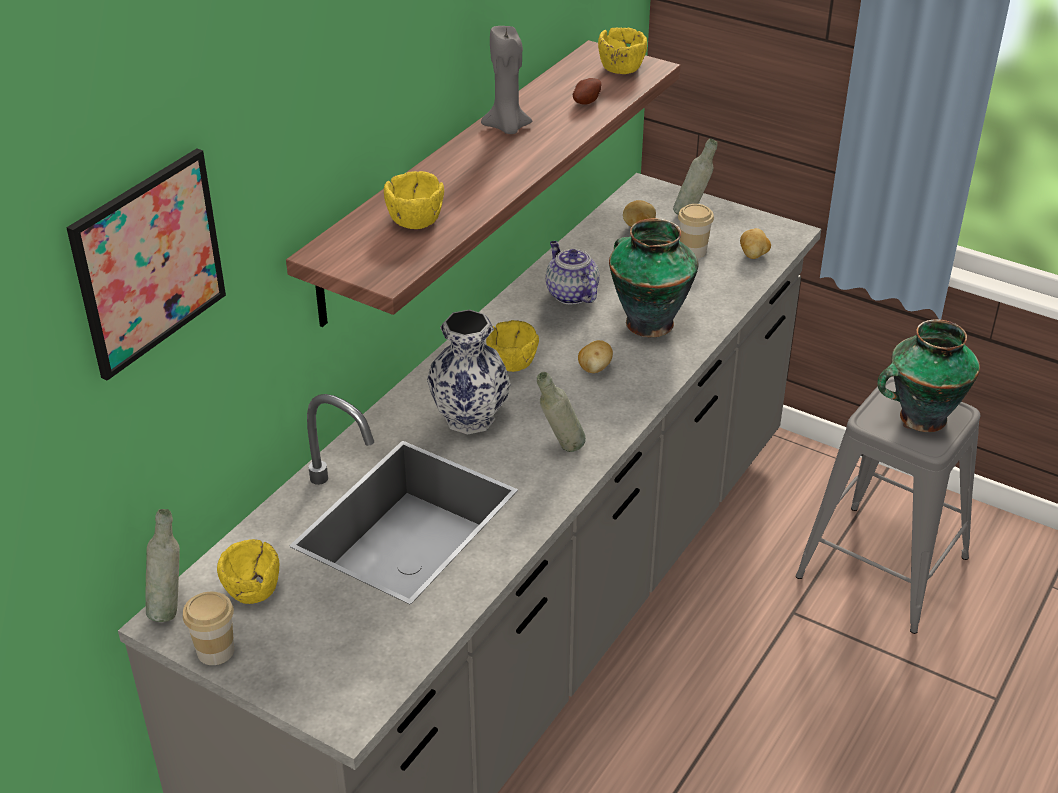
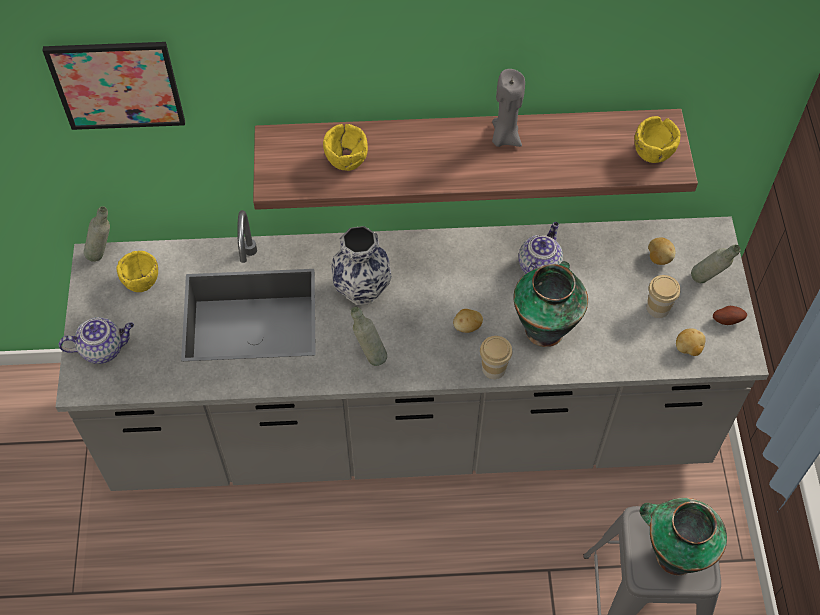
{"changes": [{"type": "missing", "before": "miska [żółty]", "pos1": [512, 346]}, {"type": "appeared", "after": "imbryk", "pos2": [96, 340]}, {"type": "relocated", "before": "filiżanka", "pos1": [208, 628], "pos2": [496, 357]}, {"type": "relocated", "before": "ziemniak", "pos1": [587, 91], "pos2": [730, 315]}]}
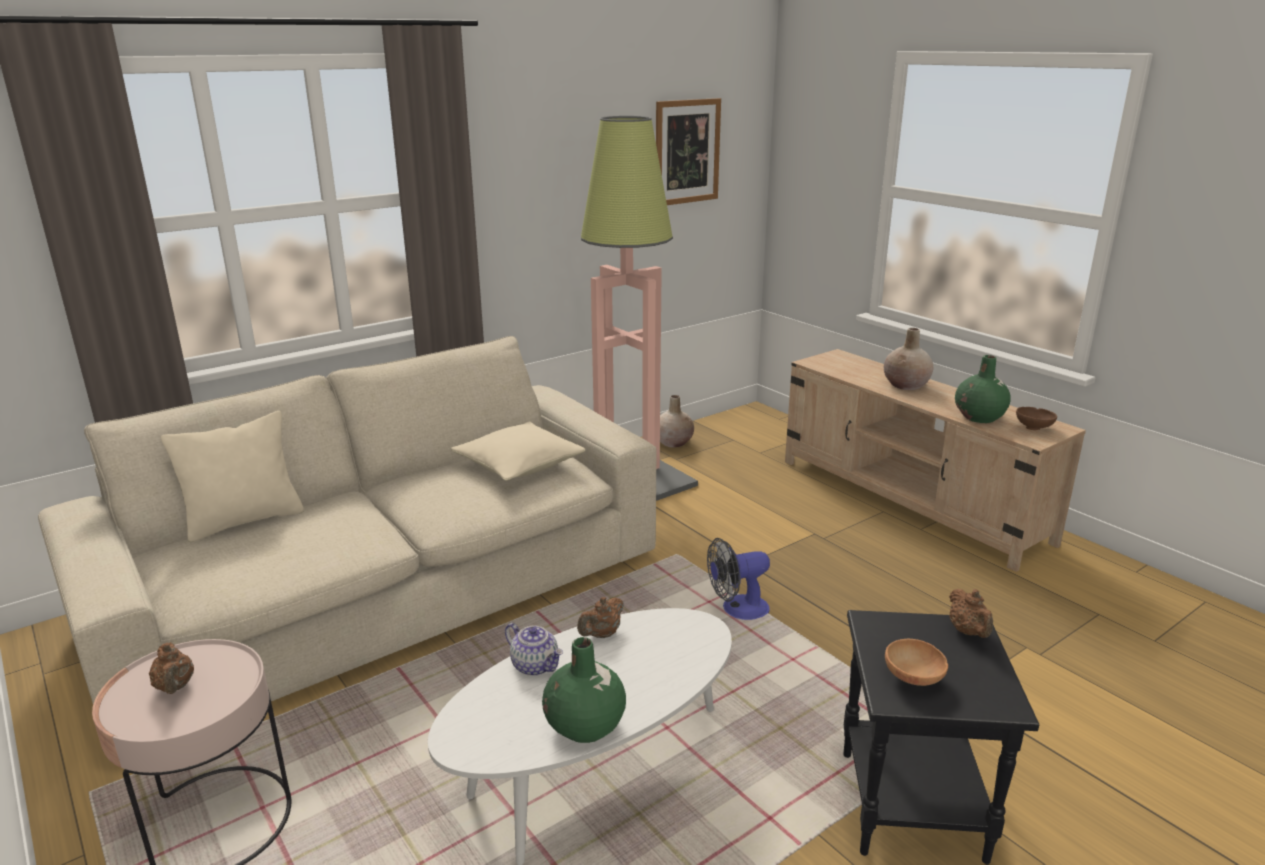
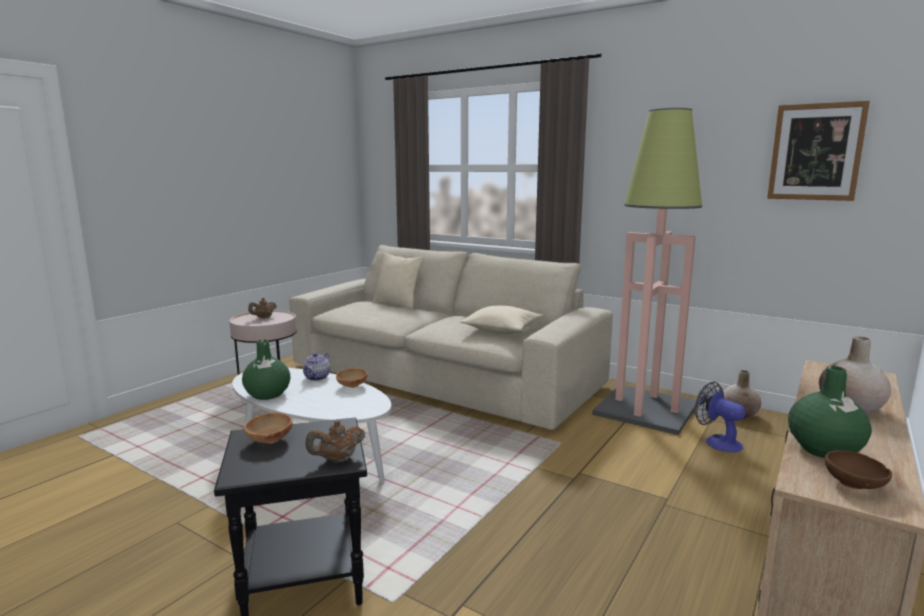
{"changes": [{"type": "relocated", "before": "wentylator", "pos1": [738, 579], "pos2": [720, 417]}, {"type": "exchanged", "before": "imbryk [brązowy]", "after": "miska [brązowy]", "pos1": [600, 617], "pos2": [352, 378]}]}
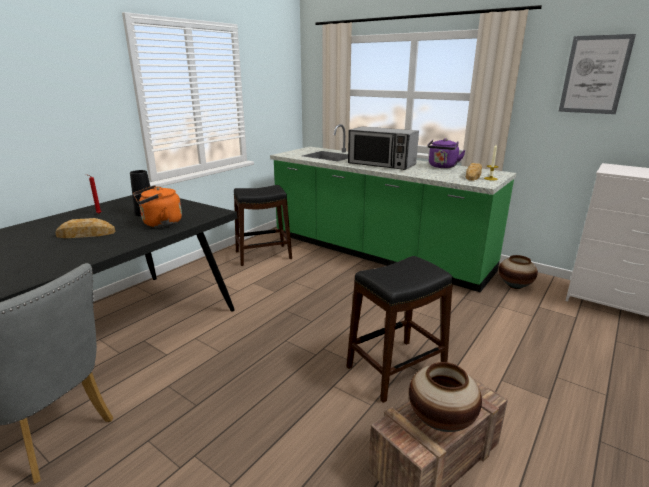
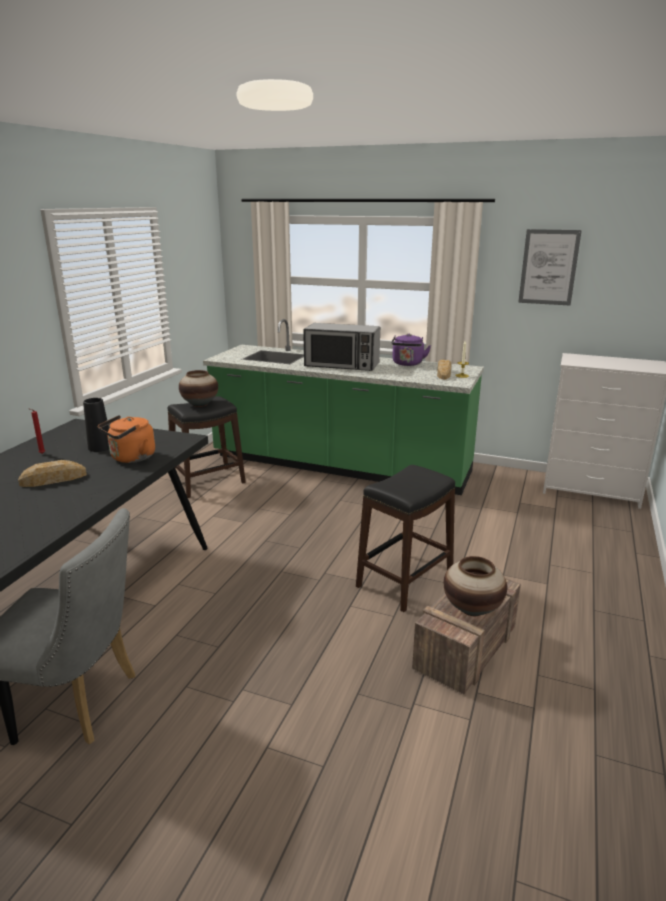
{"changes": [{"type": "relocated", "before": "wazon", "pos1": [518, 272], "pos2": [198, 388]}]}
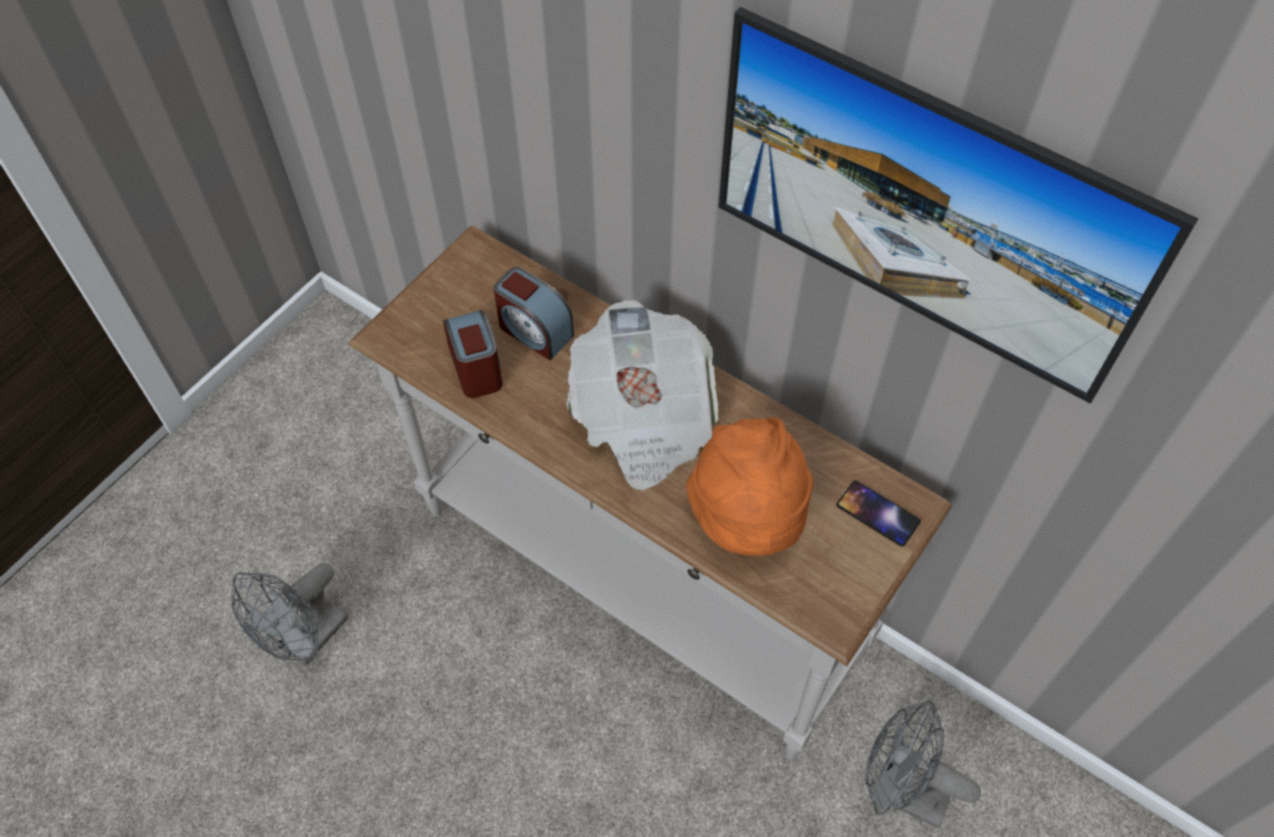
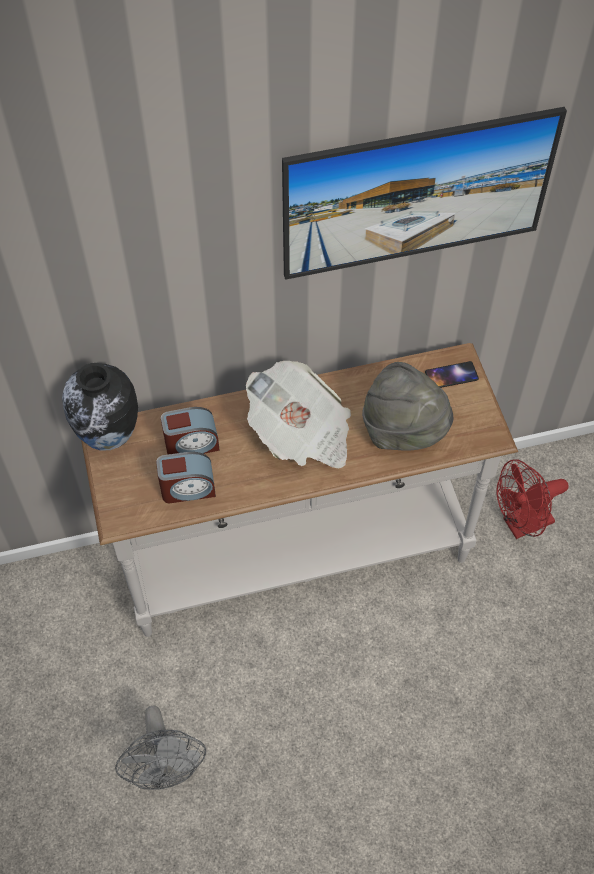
{"changes": [{"type": "appeared", "after": "wazon", "pos2": [100, 406]}, {"type": "colour", "before": "kapelusz [pomarańczowy]", "after": "kapelusz [szary]", "pos1": [749, 486], "pos2": [408, 406]}, {"type": "colour", "before": "wentylator [szary]", "after": "wentylator [czerwony]", "pos1": [923, 764], "pos2": [532, 499]}, {"type": "spun", "before": "budzik", "pos1": [473, 354], "pos2": [186, 477], "turn": 150}]}
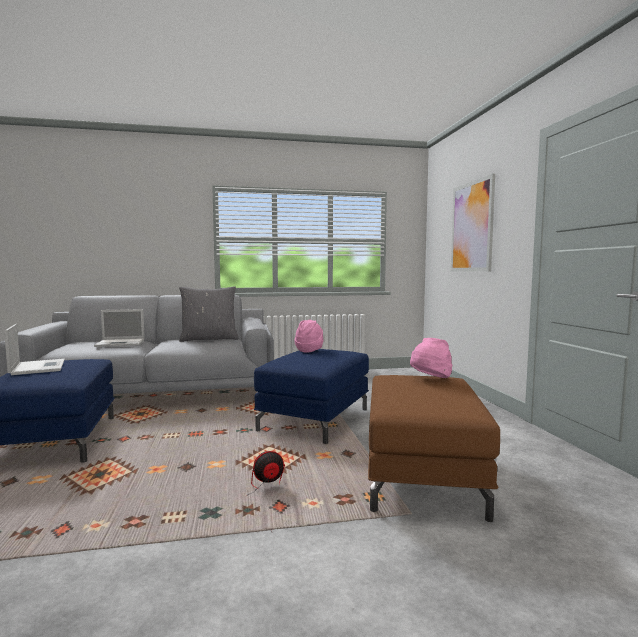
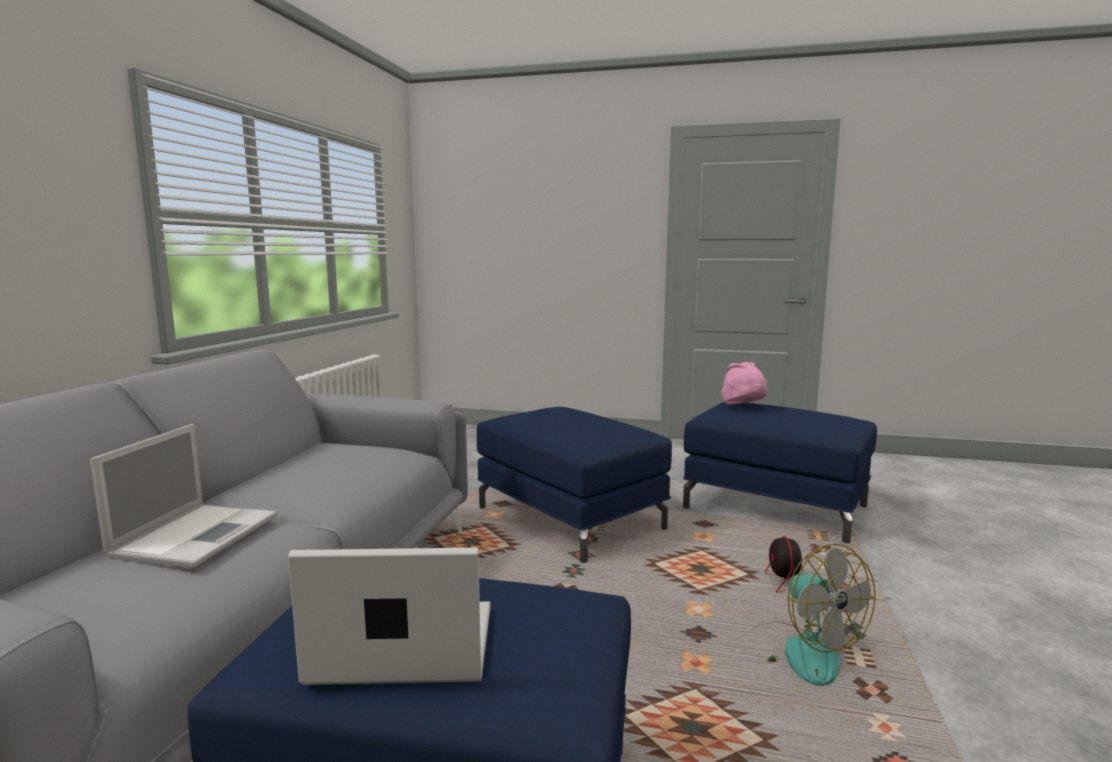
{"changes": [{"type": "missing", "before": "poduszka [szary]", "pos1": [209, 314]}, {"type": "missing", "before": "kapelusz [różowy]", "pos1": [308, 336]}, {"type": "missing", "before": "obraz", "pos1": [473, 223]}, {"type": "appeared", "after": "wentylator", "pos2": [816, 614]}, {"type": "colour", "before": "pufa [brązowy]", "after": "pufa [niebieski]", "pos1": [434, 448], "pos2": [780, 472]}]}
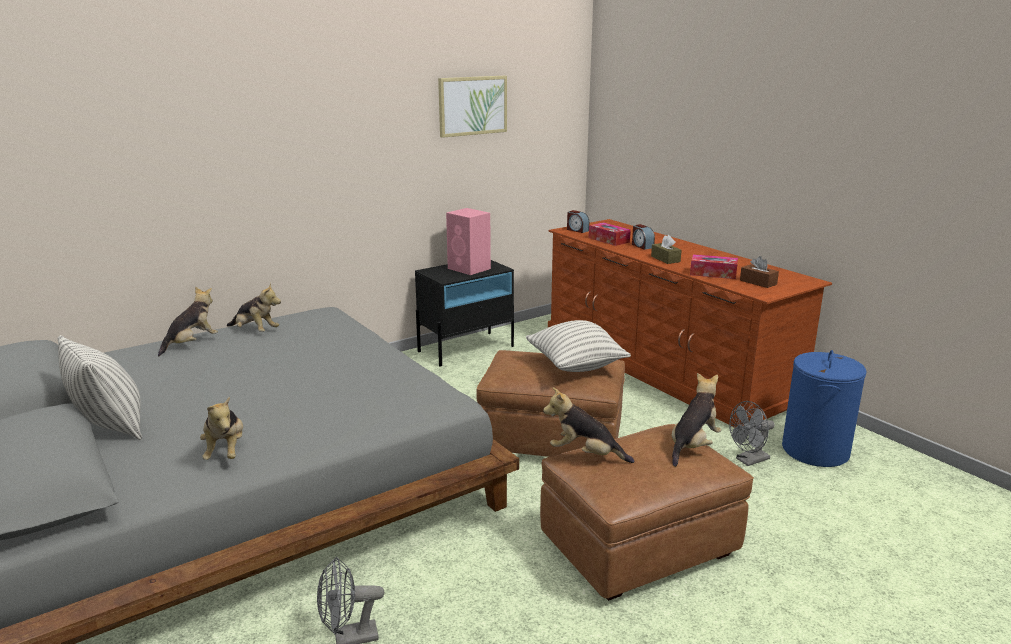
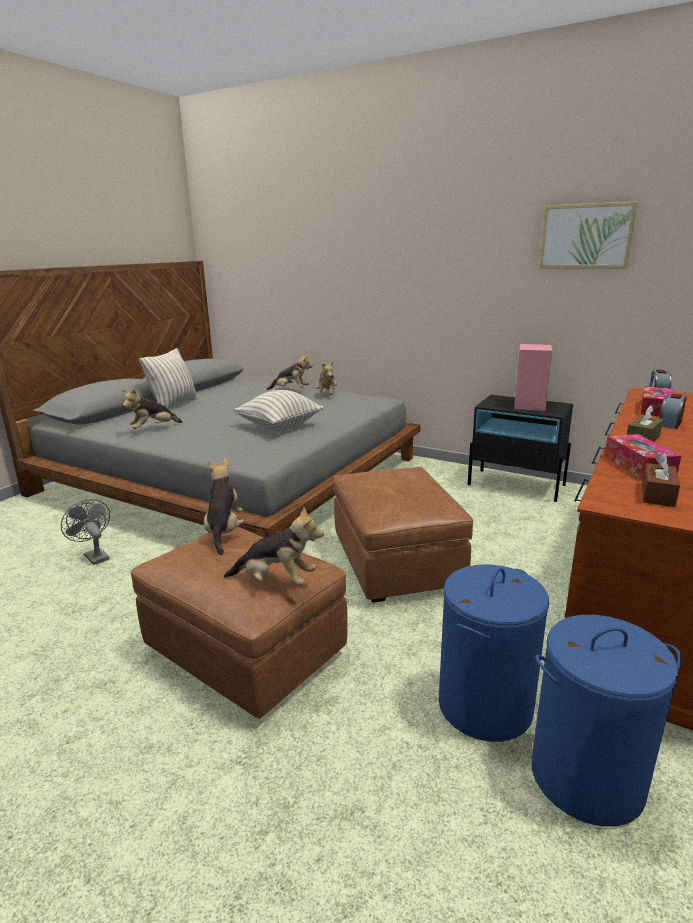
{"changes": [{"type": "relocated", "before": "poduszka", "pos1": [578, 346], "pos2": [278, 410]}, {"type": "exchanged", "before": "wentylator [szary]", "after": "kosz na pranie [niebieski]", "pos1": [752, 433], "pos2": [494, 653]}]}
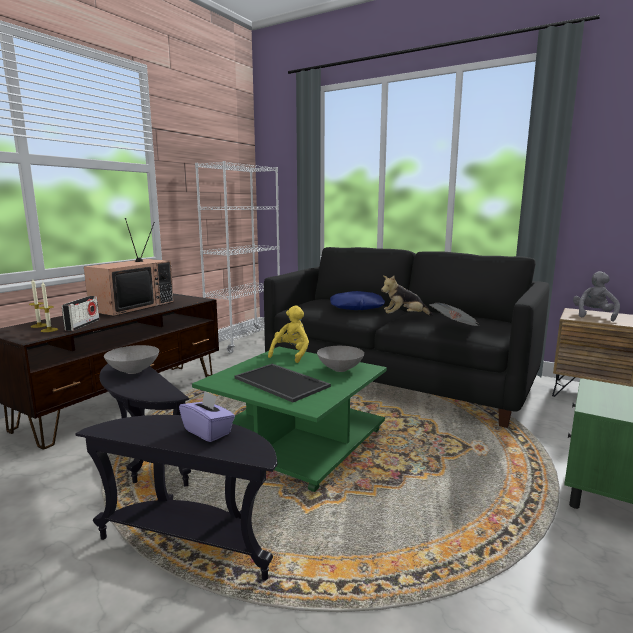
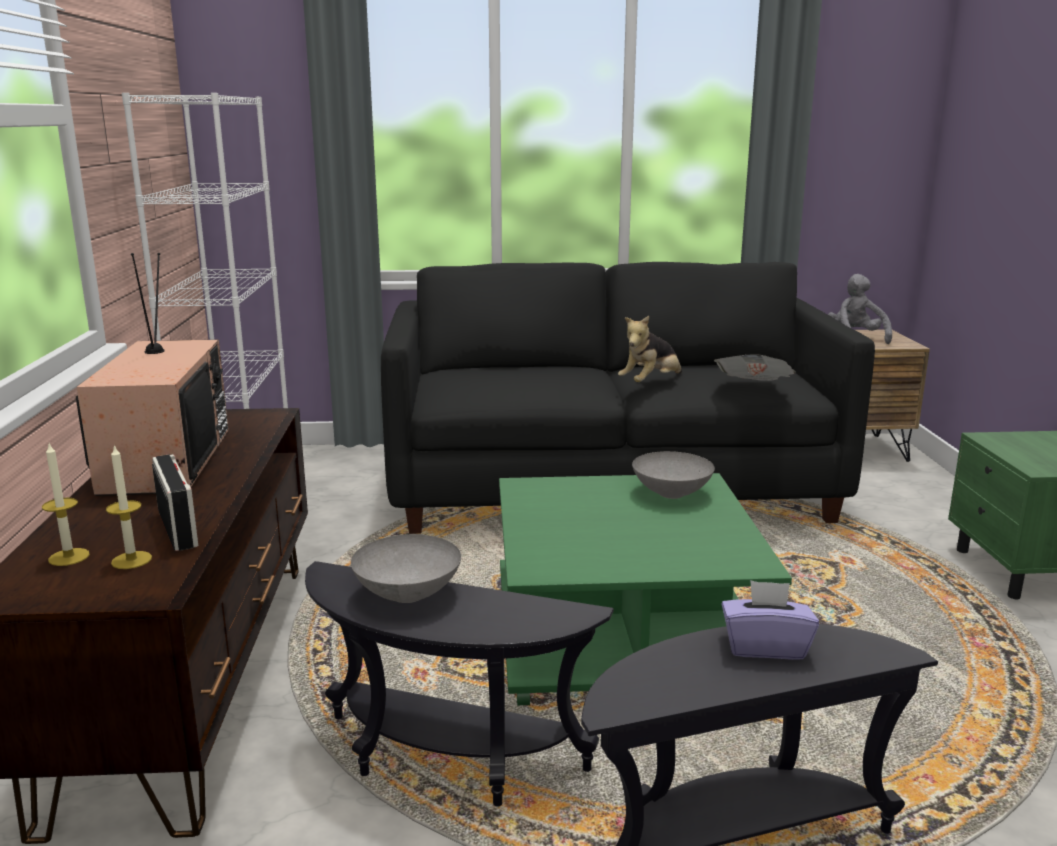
{"changes": [{"type": "missing", "before": "taca", "pos1": [283, 383]}, {"type": "missing", "before": "pluszak [żółty]", "pos1": [288, 334]}, {"type": "missing", "before": "poduszka [niebieski]", "pos1": [357, 300]}]}
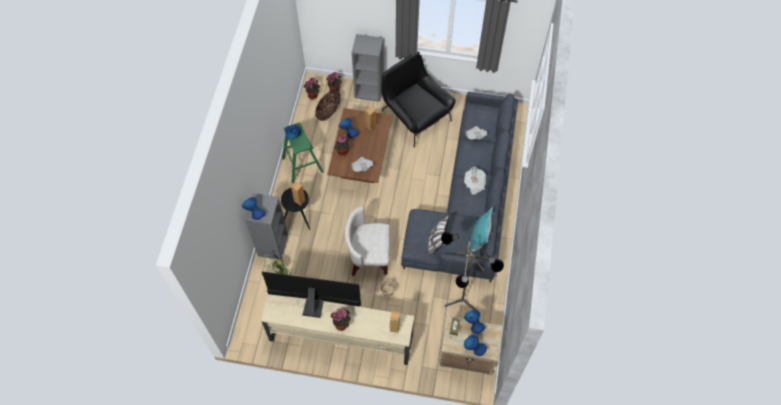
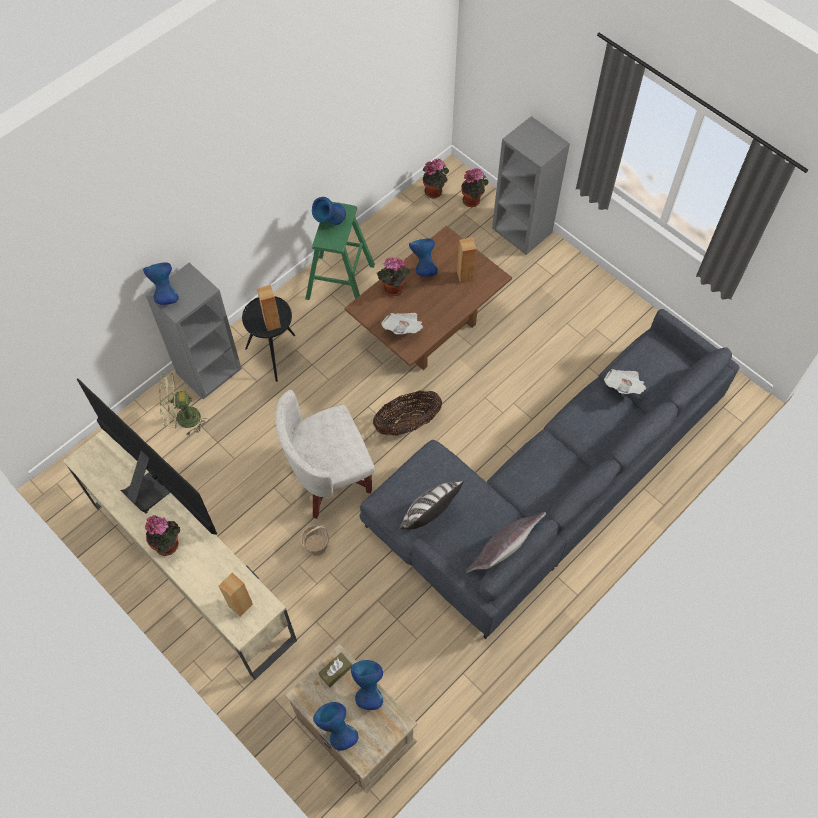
{"changes": [{"type": "missing", "before": "fotel [czarny]", "pos1": [418, 99]}, {"type": "missing", "before": "lampa stojąca", "pos1": [472, 271]}, {"type": "missing", "before": "gazeta", "pos1": [475, 181]}, {"type": "relocated", "before": "koszyk", "pos1": [328, 105], "pos2": [407, 413]}, {"type": "colour", "before": "poduszka [turkusowy]", "after": "poduszka [szary]", "pos1": [481, 230], "pos2": [506, 542]}, {"type": "spun", "before": "fotel [biały]", "pos1": [367, 242], "pos2": [325, 454], "turn": -60}]}
